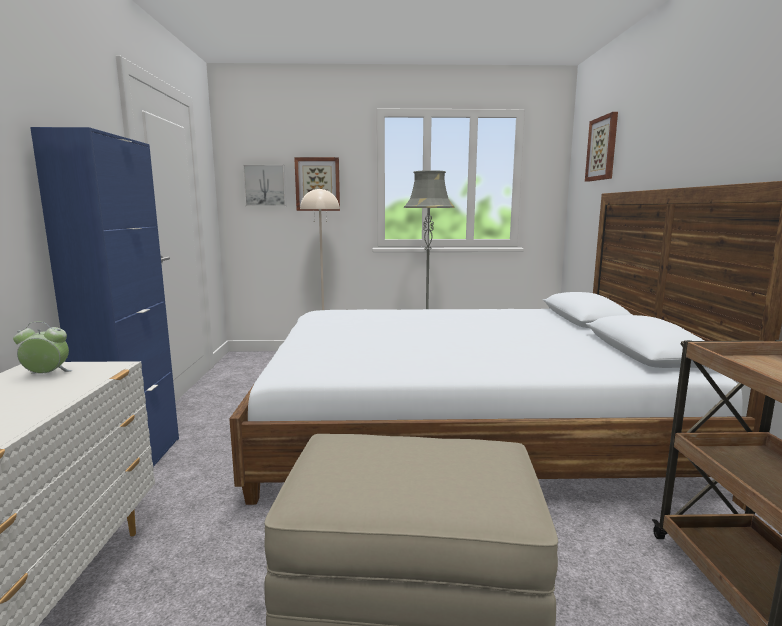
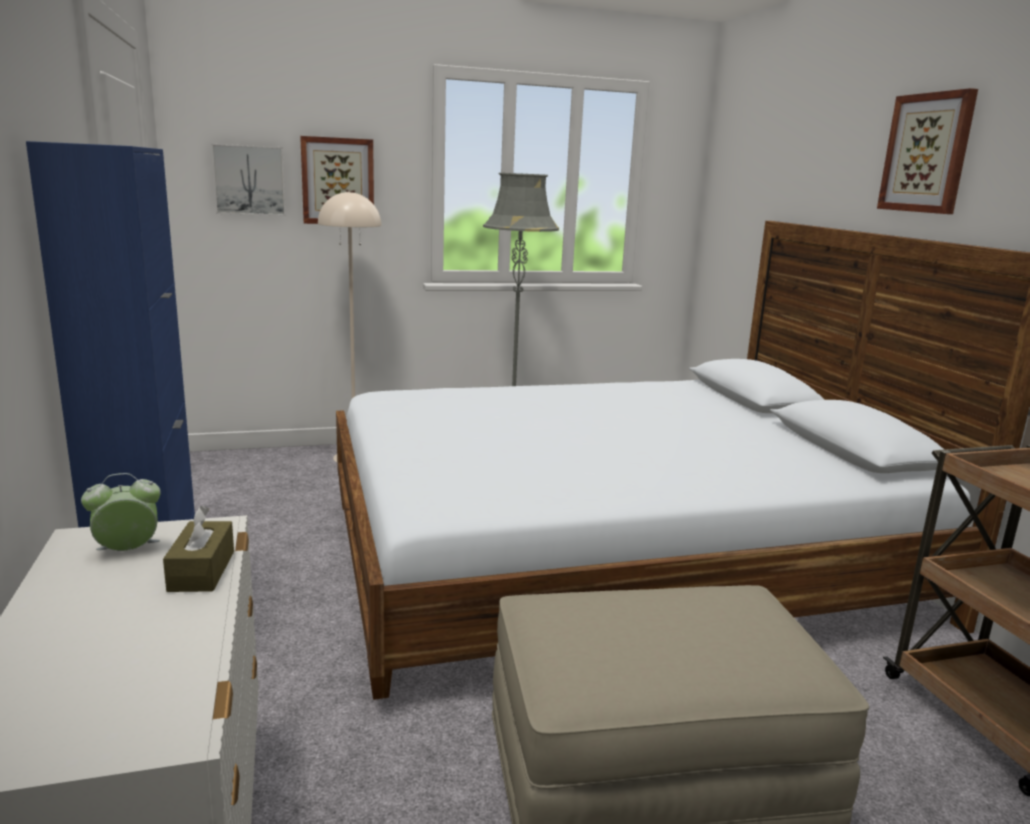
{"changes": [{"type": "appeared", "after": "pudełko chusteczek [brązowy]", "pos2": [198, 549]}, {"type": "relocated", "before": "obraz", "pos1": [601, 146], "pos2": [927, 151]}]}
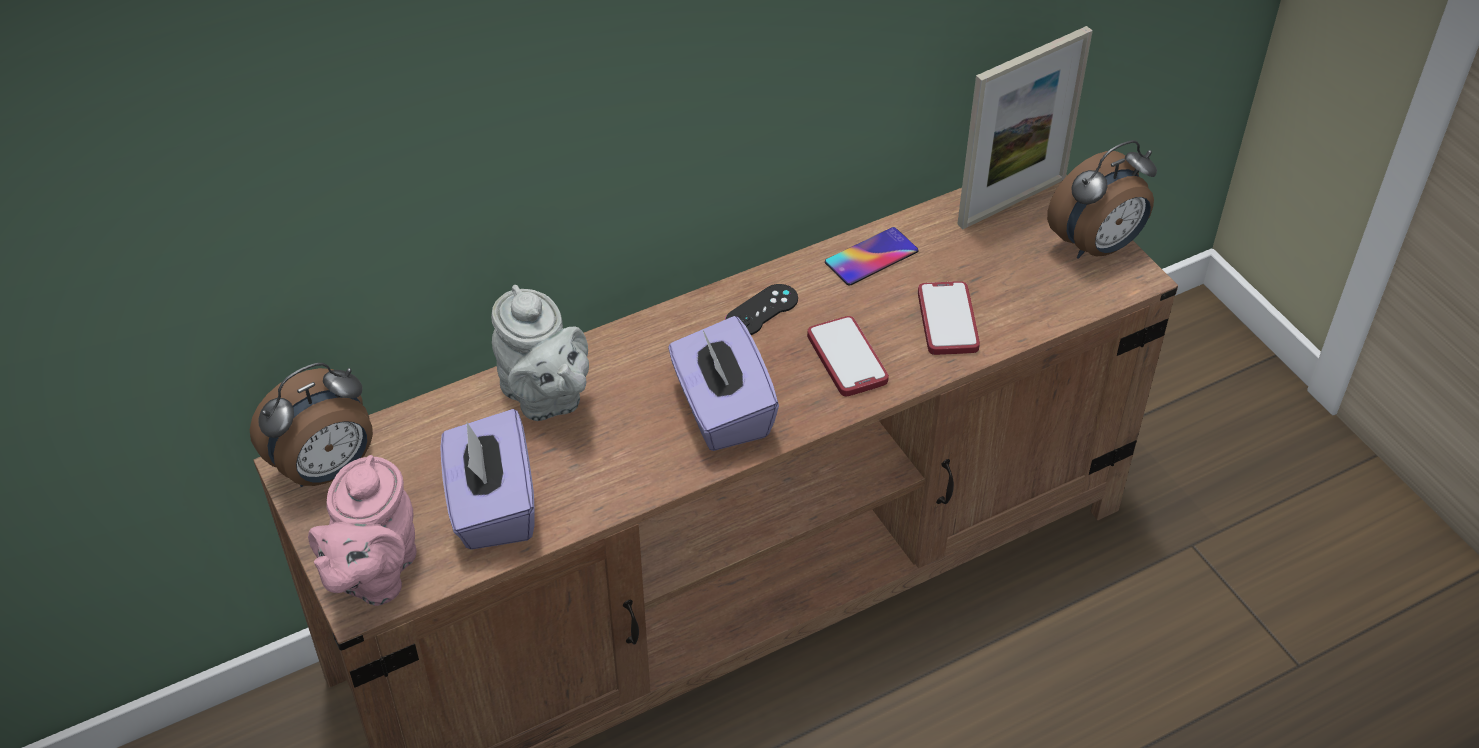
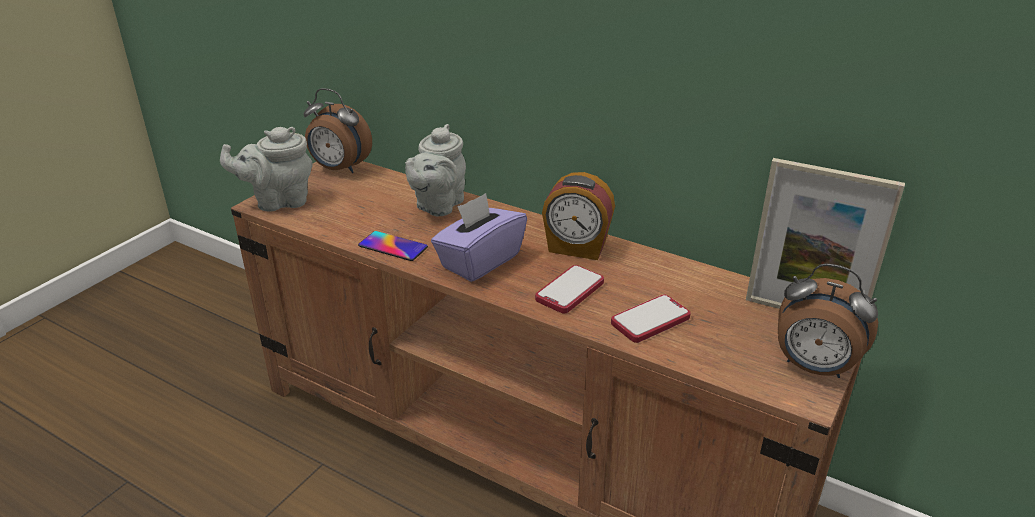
{"changes": [{"type": "missing", "before": "pudełko chusteczek [fioletowy]", "pos1": [487, 479]}, {"type": "relocated", "before": "telefon", "pos1": [872, 256], "pos2": [393, 246]}, {"type": "exchanged", "before": "pad do gier [czarny]", "after": "budzik", "pos1": [761, 309], "pos2": [578, 216]}, {"type": "colour", "before": "imbryk [różowy]", "after": "imbryk [szary]", "pos1": [362, 530], "pos2": [266, 169]}]}
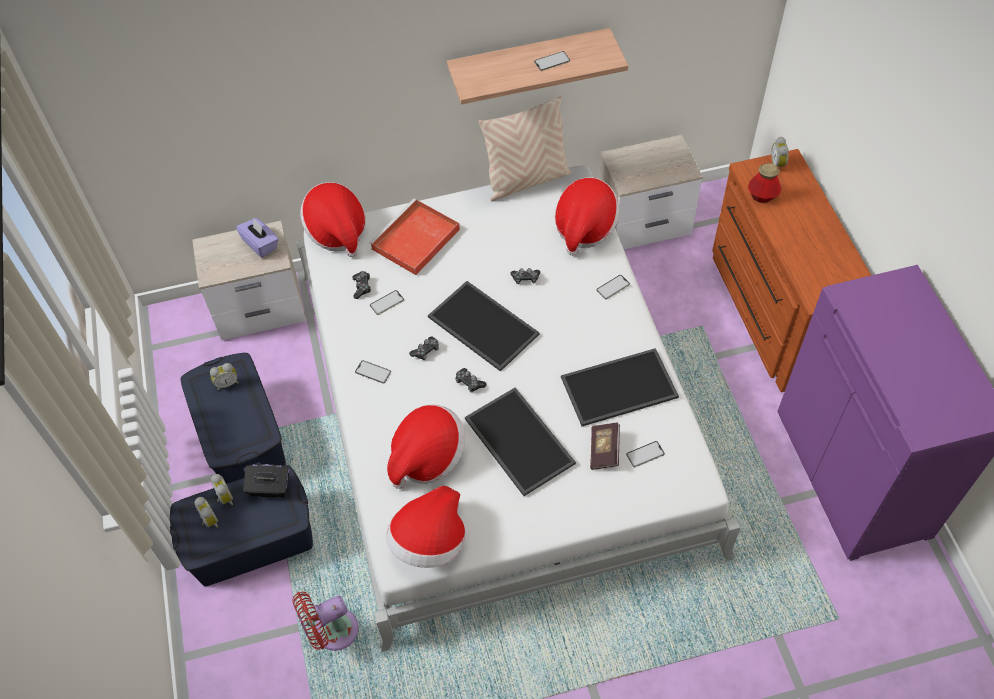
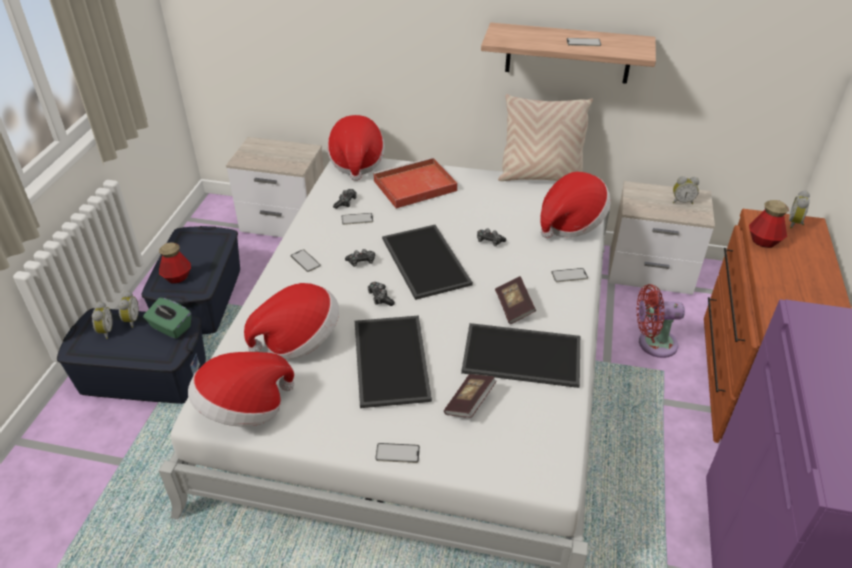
{"changes": [{"type": "missing", "before": "pudełko chusteczek [fioletowy]", "pos1": [257, 238]}, {"type": "appeared", "after": "butelka", "pos2": [175, 263]}, {"type": "appeared", "after": "książka", "pos2": [515, 300]}, {"type": "relocated", "before": "budzik", "pos1": [224, 376], "pos2": [686, 190]}, {"type": "relocated", "before": "wentylator [czerwony]", "pos1": [325, 621], "pos2": [661, 321]}, {"type": "relocated", "before": "telefon", "pos1": [645, 454], "pos2": [397, 453]}, {"type": "colour", "before": "pudełko chusteczek [czarny]", "after": "pudełko chusteczek [zielony]", "pos1": [266, 481], "pos2": [167, 318]}]}
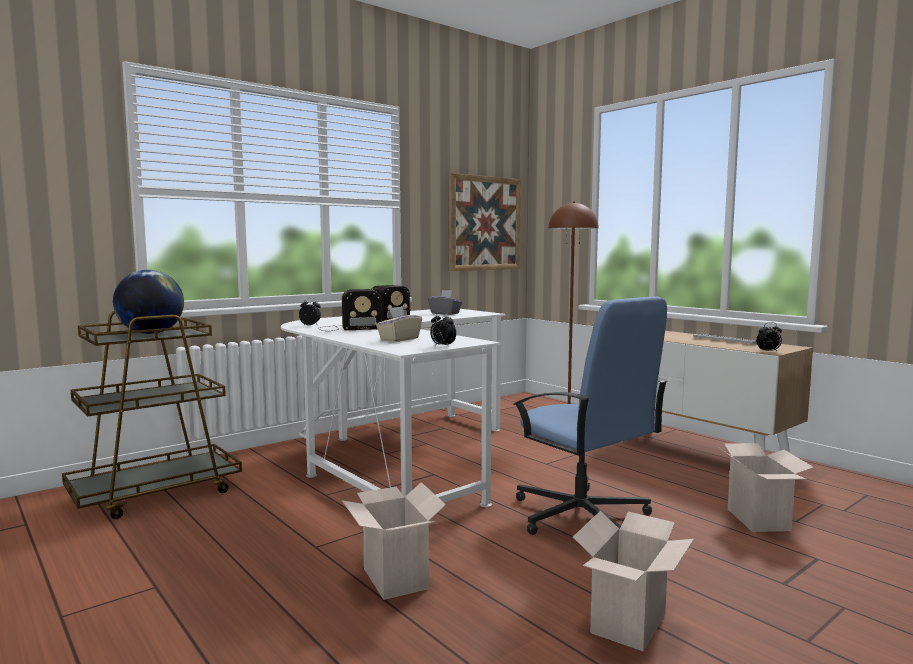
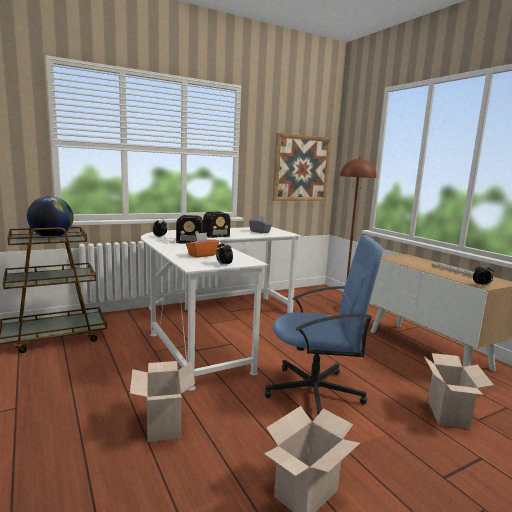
{"changes": [{"type": "colour", "before": "pudełko chusteczek [beżowy]", "after": "pudełko chusteczek [pomarańczowy]", "pos1": [399, 324], "pos2": [202, 245]}, {"type": "spun", "before": "krzesło biurowe [niebieski]", "pos1": [590, 416], "pos2": [324, 324], "turn": -60}]}
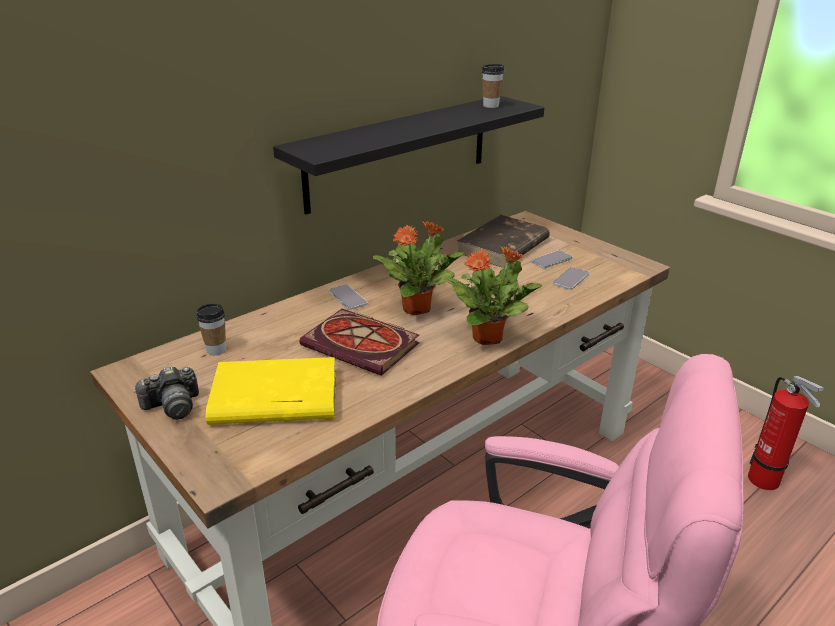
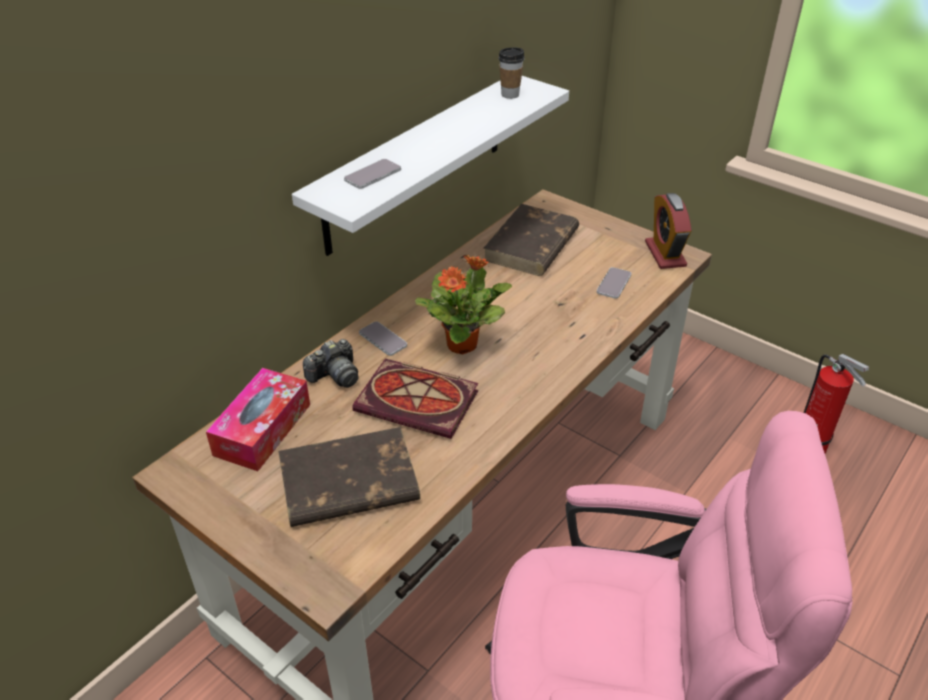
{"changes": [{"type": "missing", "before": "roślina doniczkowa", "pos1": [493, 295]}, {"type": "appeared", "after": "budzik", "pos2": [668, 231]}, {"type": "relocated", "before": "aparat fotograficzny", "pos1": [166, 393], "pos2": [331, 363]}, {"type": "relocated", "before": "telefon", "pos1": [552, 259], "pos2": [372, 174]}, {"type": "exchanged", "before": "filiżanka", "after": "pudełko chusteczek", "pos1": [211, 329], "pos2": [258, 419]}, {"type": "colour", "before": "książka [żółty]", "after": "książka [brązowy]", "pos1": [270, 391], "pos2": [349, 477]}, {"type": "colour", "before": "półka [czarny]", "after": "półka [biały]", "pos1": [408, 155], "pos2": [430, 166]}]}
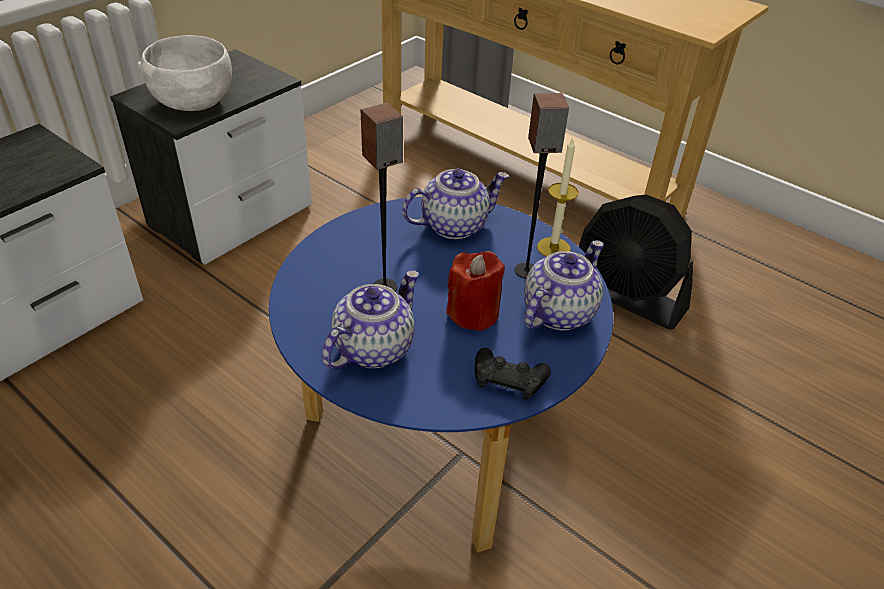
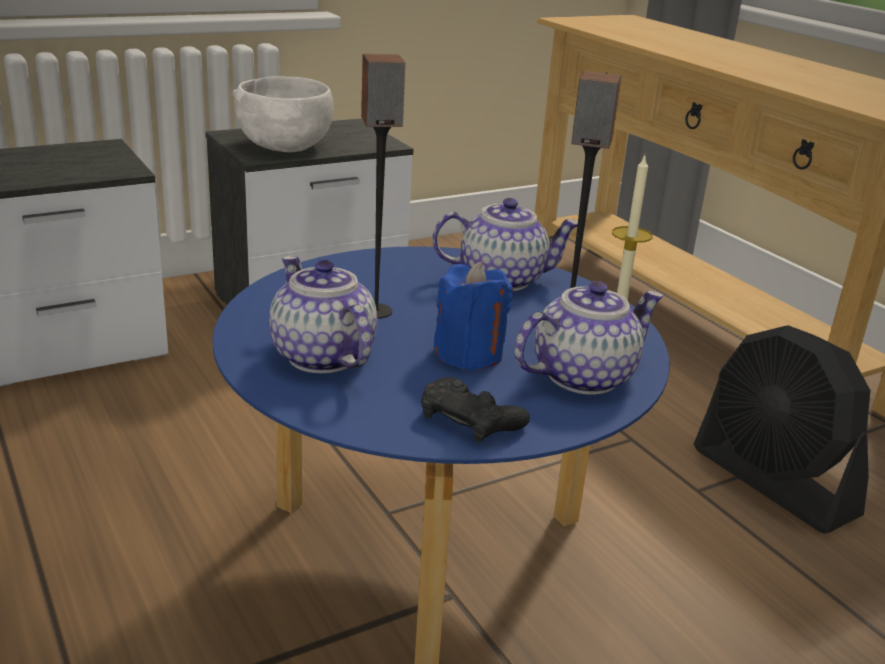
{"changes": [{"type": "colour", "before": "świeca [czerwony]", "after": "świeca [niebieski]", "pos1": [475, 291], "pos2": [473, 316]}, {"type": "spun", "before": "imbryk", "pos1": [370, 320], "pos2": [323, 314], "turn": -90}]}
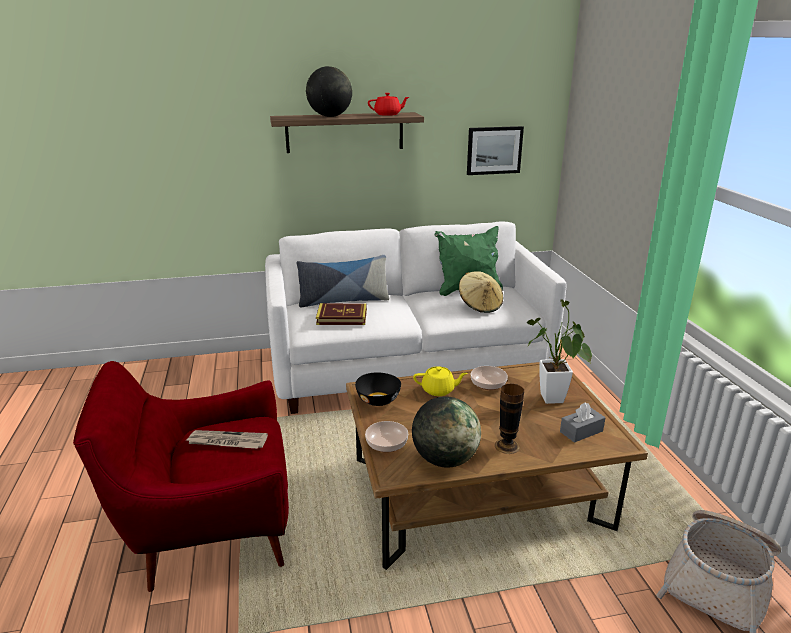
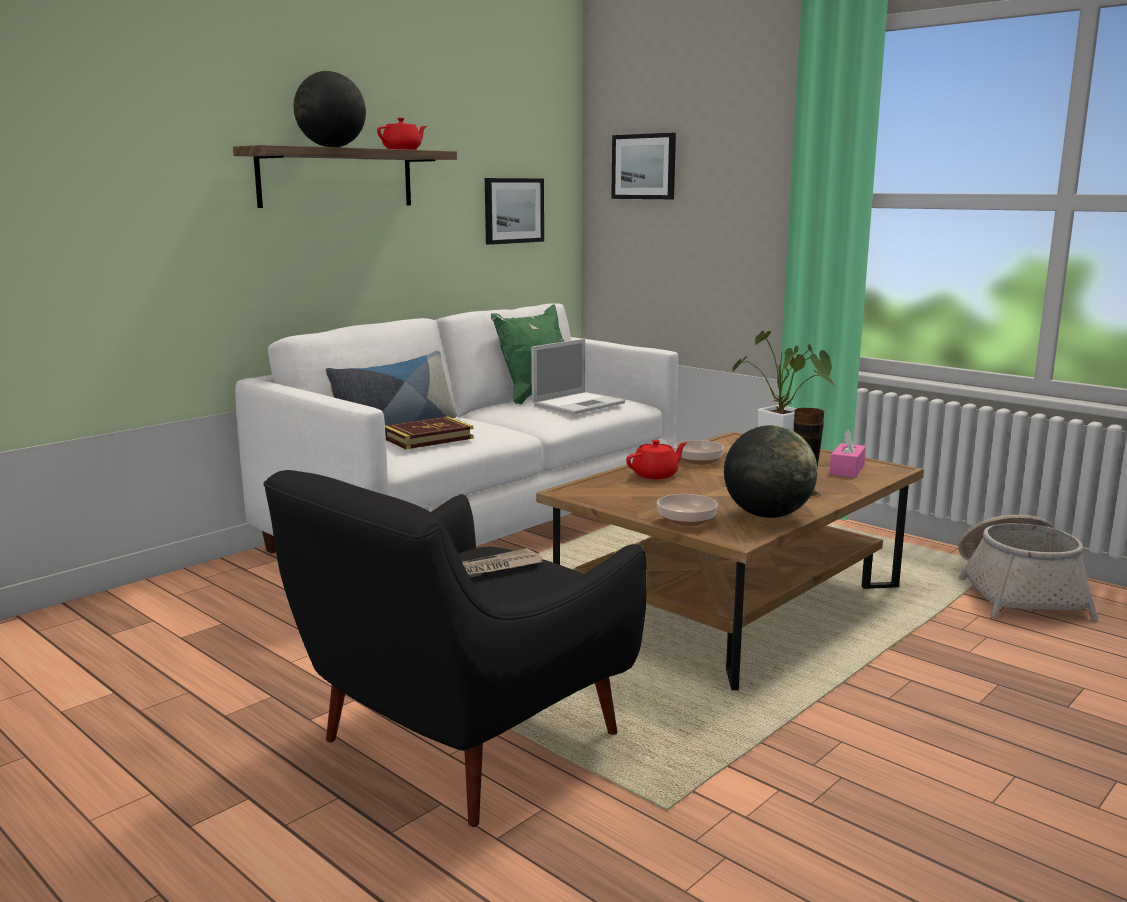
{"changes": [{"type": "missing", "before": "miska [czarny]", "pos1": [378, 389]}, {"type": "appeared", "after": "obraz", "pos2": [643, 166]}, {"type": "exchanged", "before": "kapelusz [beżowy]", "after": "laptop", "pos1": [481, 292], "pos2": [578, 377]}, {"type": "colour", "before": "fotel [czerwony]", "after": "fotel [czarny]", "pos1": [181, 476], "pos2": [455, 648]}, {"type": "colour", "before": "imbryk [żółty]", "after": "imbryk [czerwony]", "pos1": [440, 381], "pos2": [656, 459]}, {"type": "colour", "before": "pudełko chusteczek [szary]", "after": "pudełko chusteczek [różowy]", "pos1": [583, 422], "pos2": [848, 453]}]}
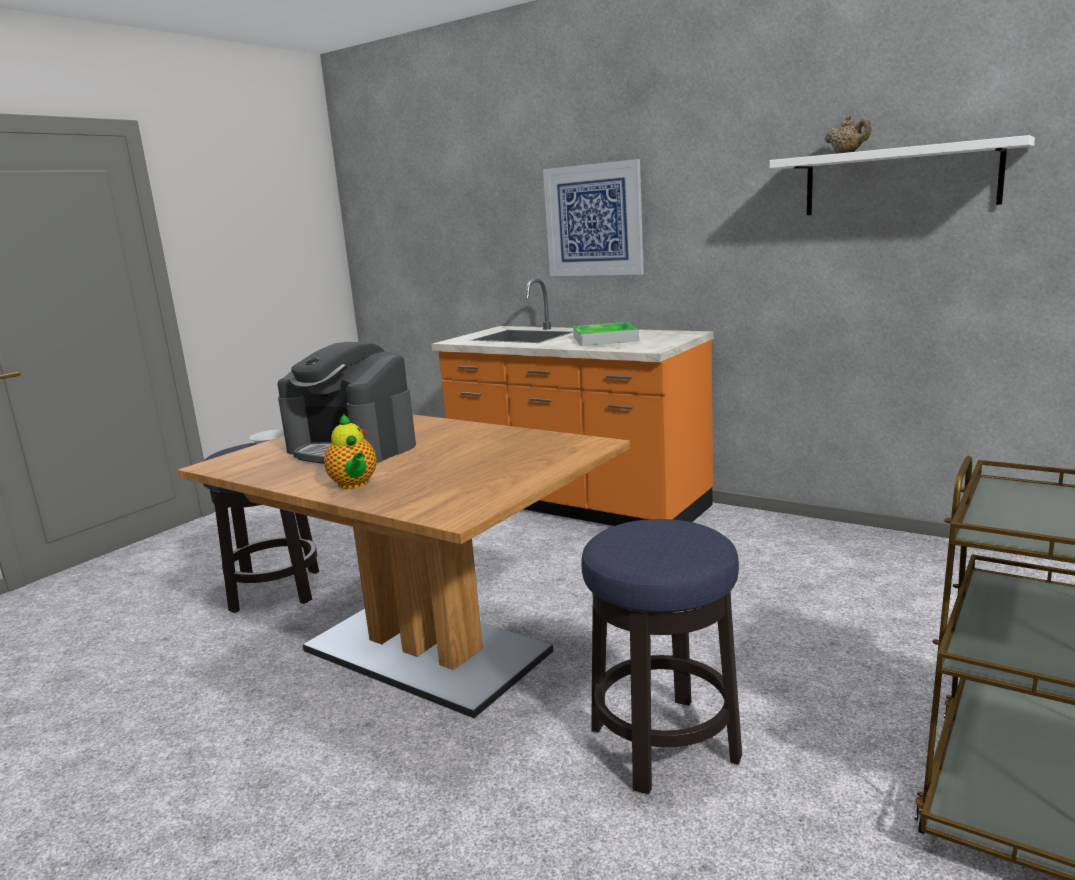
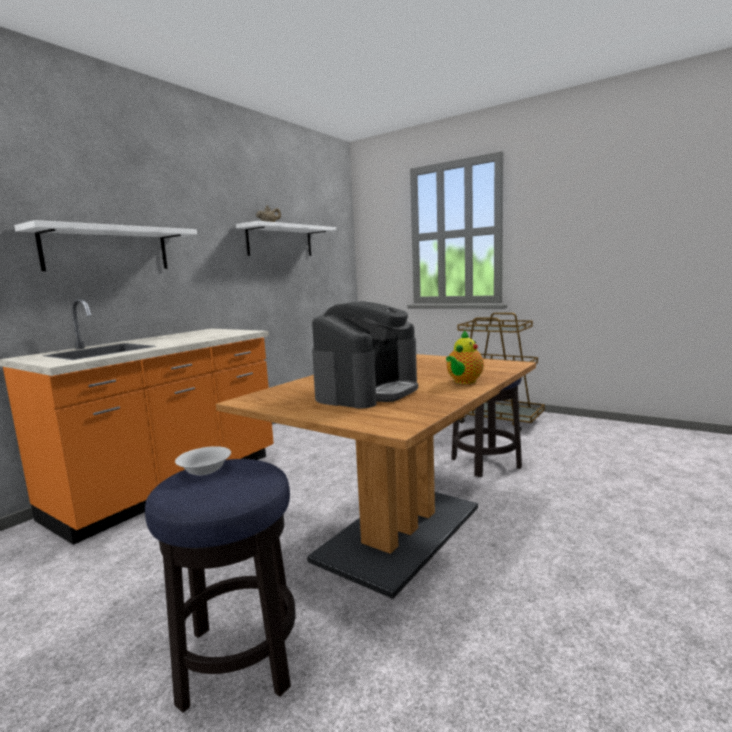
{"changes": [{"type": "missing", "before": "taca", "pos1": [606, 334]}, {"type": "exchanged", "before": "obraz", "after": "półka [biały]", "pos1": [593, 217], "pos2": [105, 245]}, {"type": "spun", "before": "imbryk", "pos1": [350, 451], "pos2": [465, 357], "turn": 150}]}
